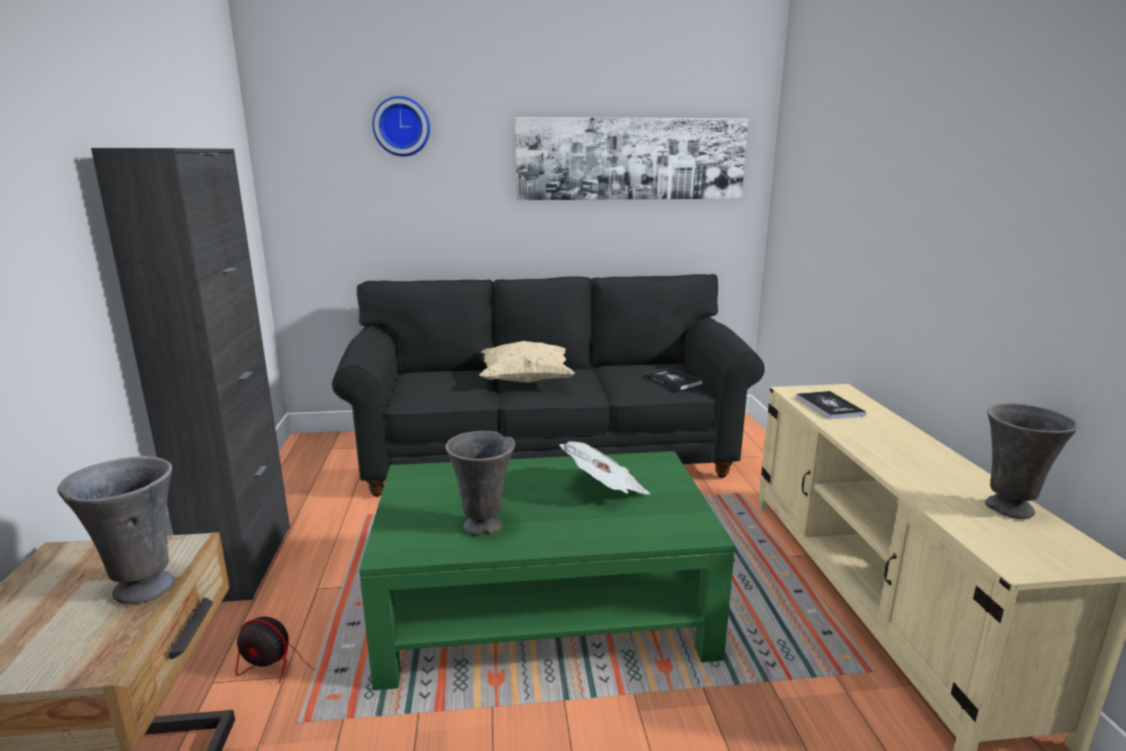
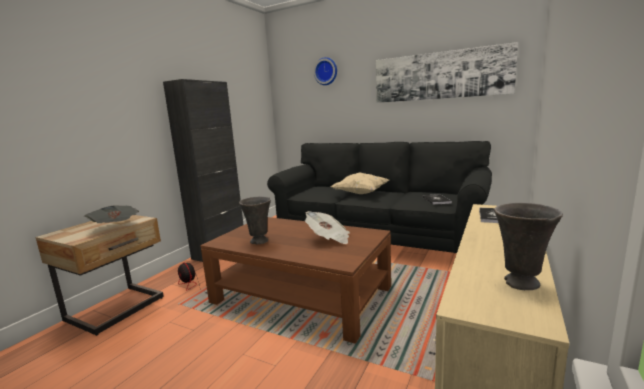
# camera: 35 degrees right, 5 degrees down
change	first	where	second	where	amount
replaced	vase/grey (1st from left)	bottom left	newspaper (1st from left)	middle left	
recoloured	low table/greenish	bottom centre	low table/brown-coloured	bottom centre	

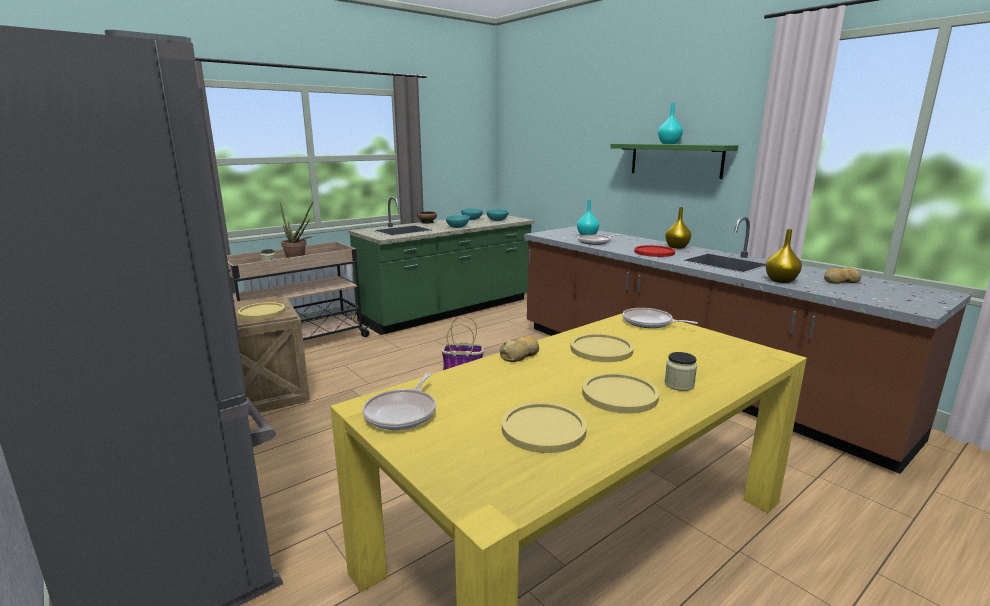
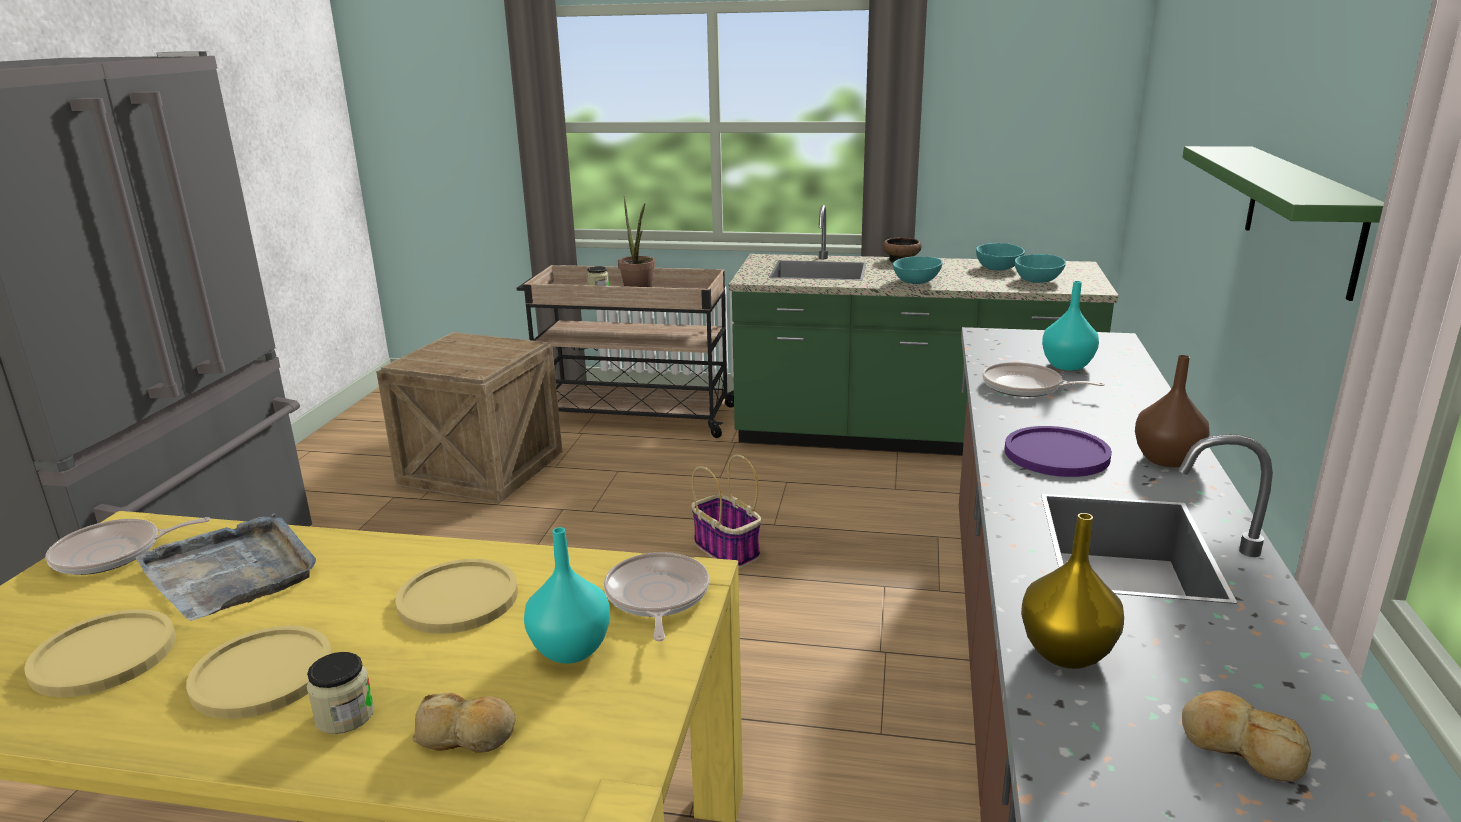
# camera: 50 degrees right, 5 degrees up
change	first	where	second	where	amount
added			tray/grey	bottom left	
moved	baked bread (1st from left)	centre		bottom left	
moved	vase/turquoise (2nd from left in the first image)	top right	vase/turquoise (1st from left)	bottom centre	
recoloured	flat dish/red-coloured	centre	flat dish/purple-coloured	middle right	
recoloured	vase/yellowish (1st from left)	middle right	vase/brown-coloured	middle right	
removed	flat dish/yellowish (1st from left)	middle left			

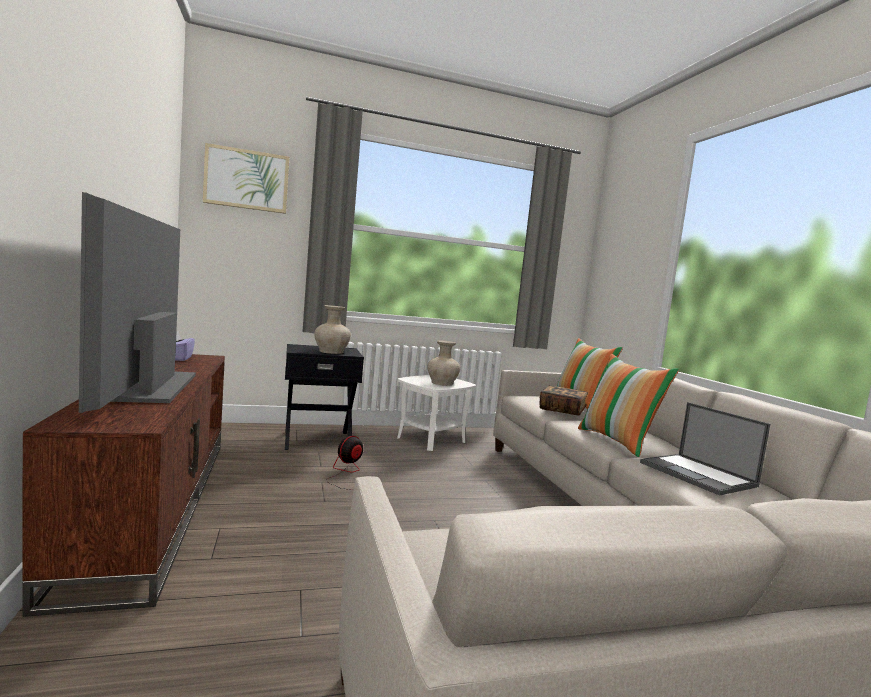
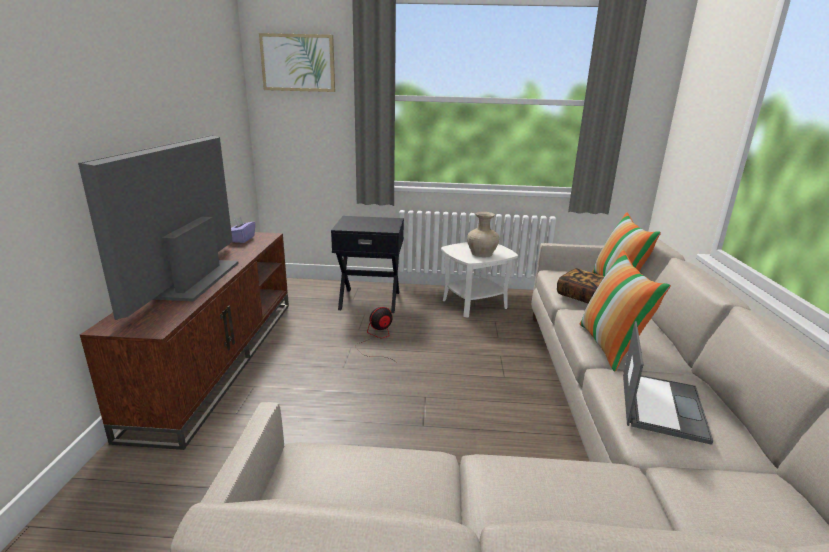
# camera: 20 degrees right, 15 degrees up
change	first	where	second	where	amount
turned	portable computer	middle right		bottom right	150 degrees counterclockwise
removed	vase/beige (1st from left)	centre			

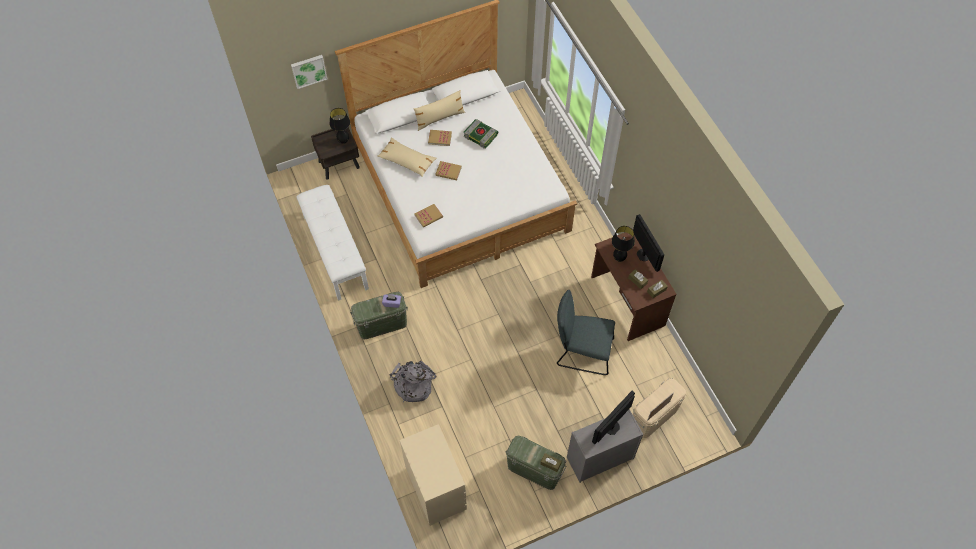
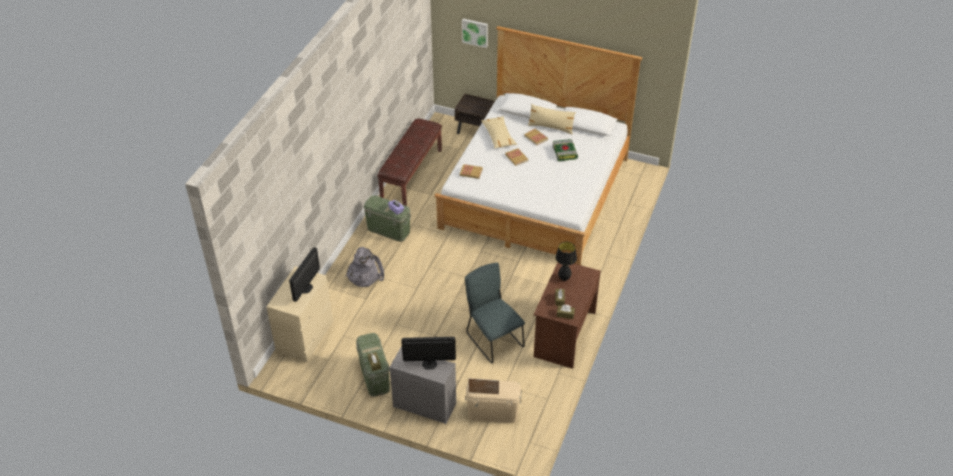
# camera: 45 degrees right, 15 degrees down
change	first	where	second	where	amount
moved	computer display (2nd from left in the first image)	centre	computer display (1st from left)	middle left	
recoloured	bench/white	centre	bench/brown-coloured	centre	
removed	lamp for a table/black (1st from left)	top centre			

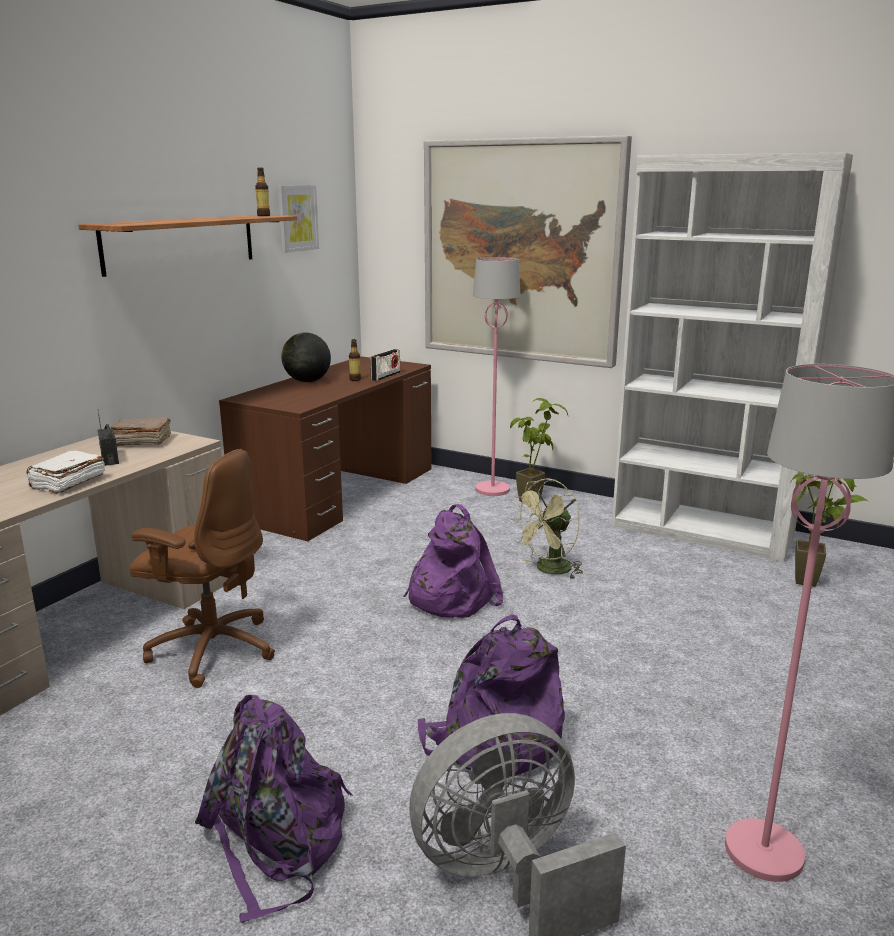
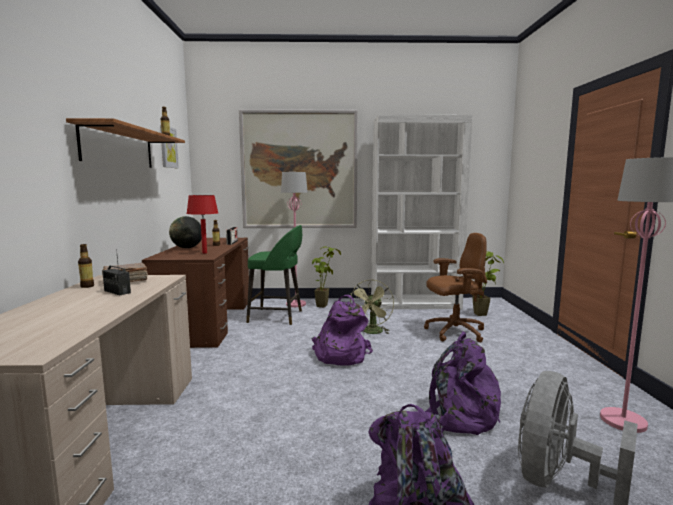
# camera: 30 degrees left, 10 degrees down
change	first	where	second	where	amount
added			drink bottle (1st from left)	middle left	
added			lamp for a table/red-coloured	middle left	
added			stool/greenish	centre	
moved	desk chair/brown-coloured	middle left		middle right	
removed	bound book/white	middle left			

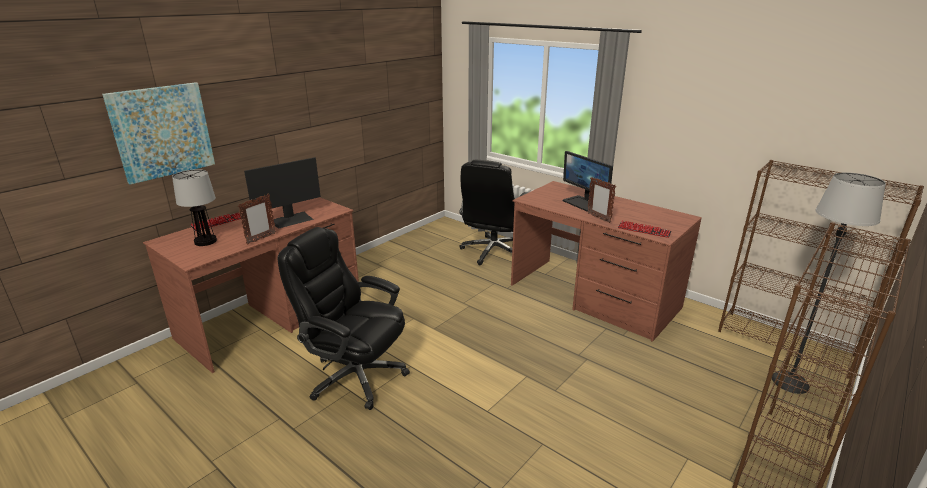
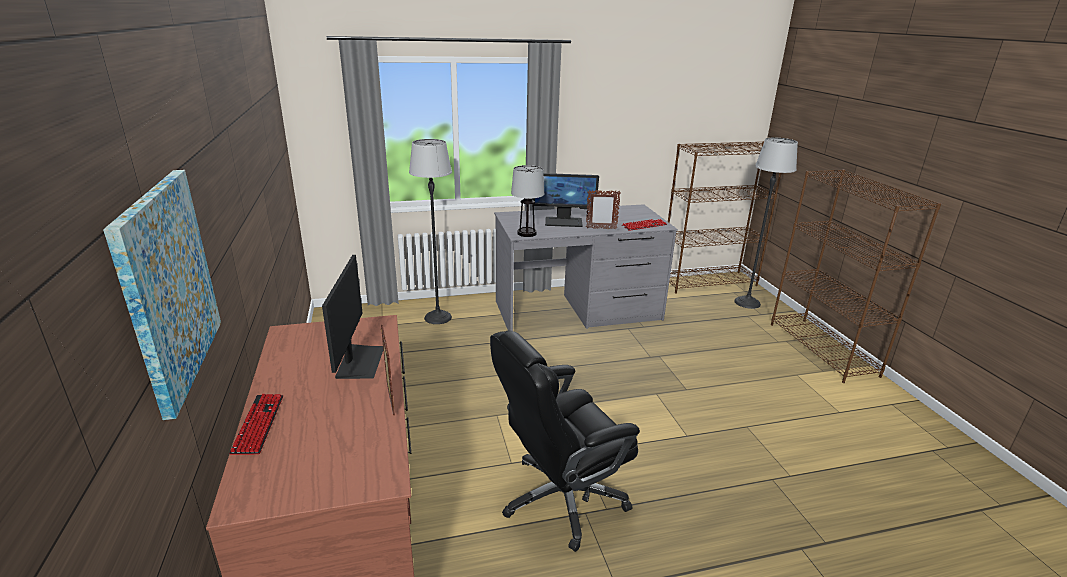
# camera: 55 degrees left, 0 degrees up
change	first	where	second	where	amount
replaced	desk chair/black (2nd from left)	centre	standing lamp (1st from left)	centre	
recoloured	desk/brown-coloured (2nd from left)	centre	desk/grey	centre	
moved	lamp for a table	middle left		centre	

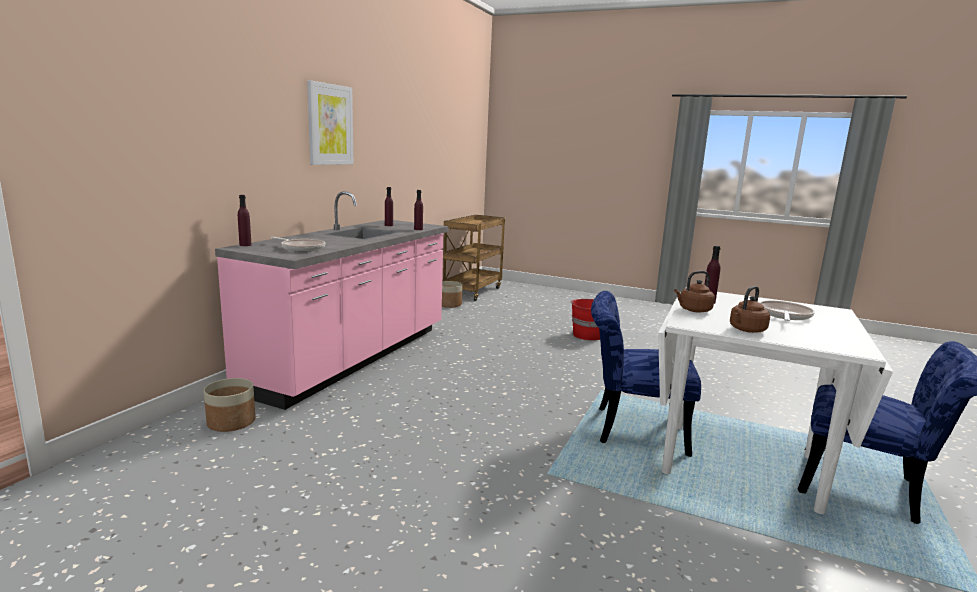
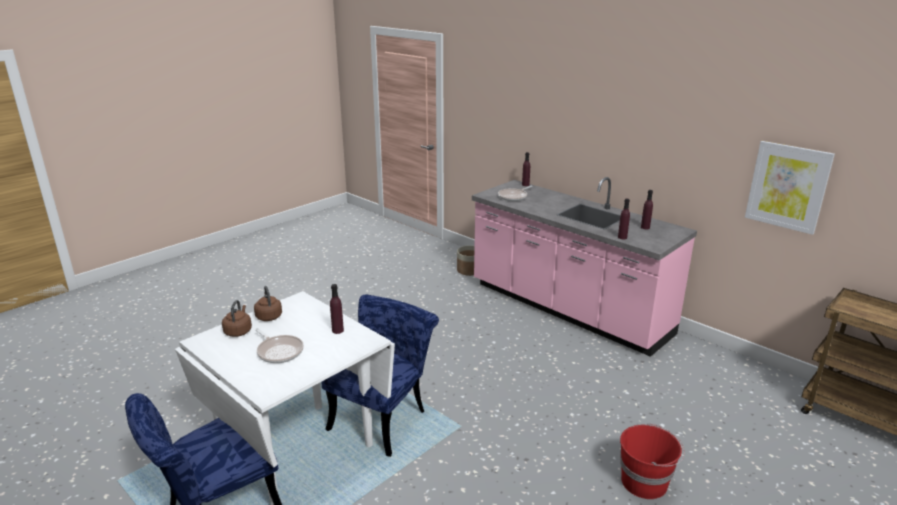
# camera: 110 degrees right, 10 degrees up
change	first	where	second	where	amount
moved	tea kettle/brown-coloured (1st from left)	middle right		middle left	
moved	wall art	top centre		middle right	
removed	plant pot (2nd from left)	centre			

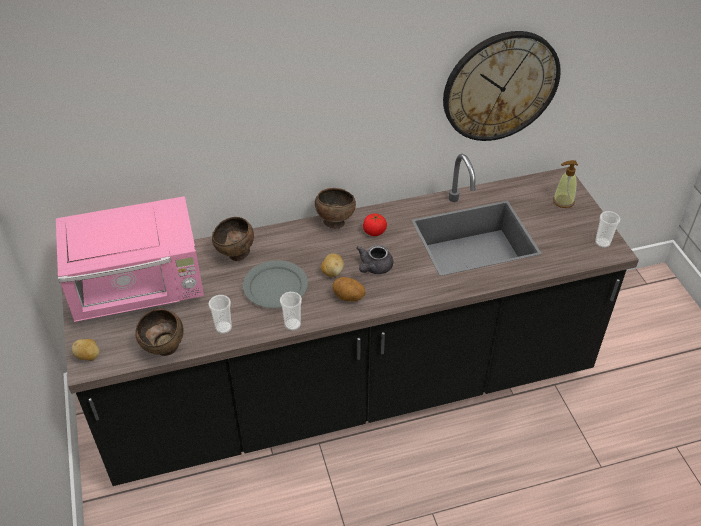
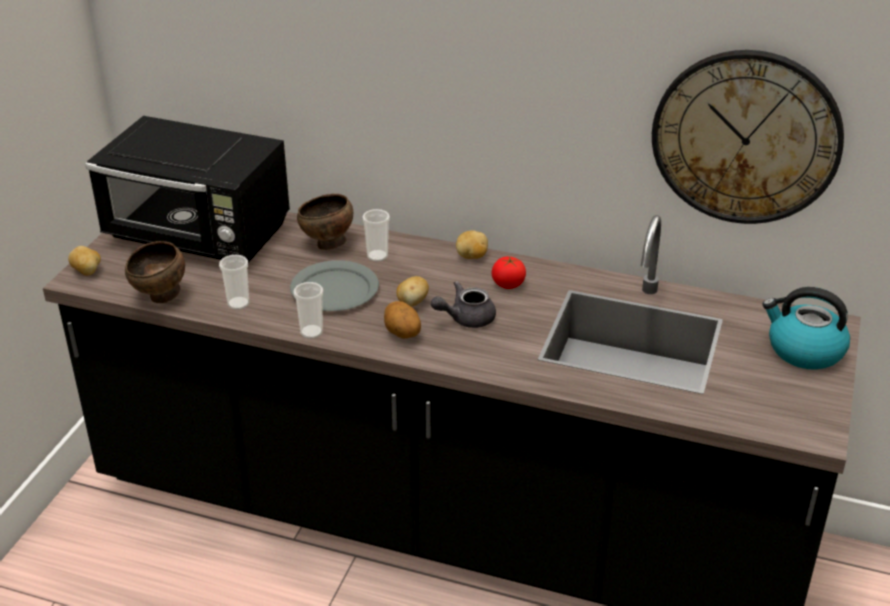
# camera: 35 degrees right, 10 degrees down
change	first	where	second	where	amount
recoloured	kitchen microwave/pinkish	middle left	kitchen microwave/black	top left	
moved	cup (3rd from left)	middle right		centre	
replaced	deep dish/brown-coloured (3rd from left)	centre	spud (4th from left)	centre	
replaced	soap bottle	middle right	tea kettle	middle right	

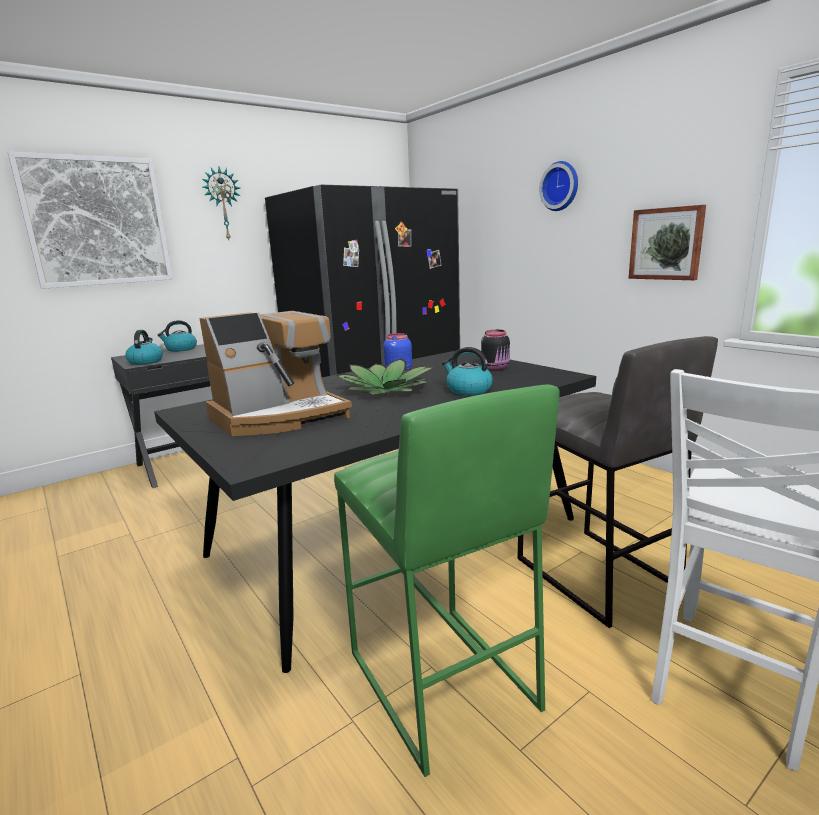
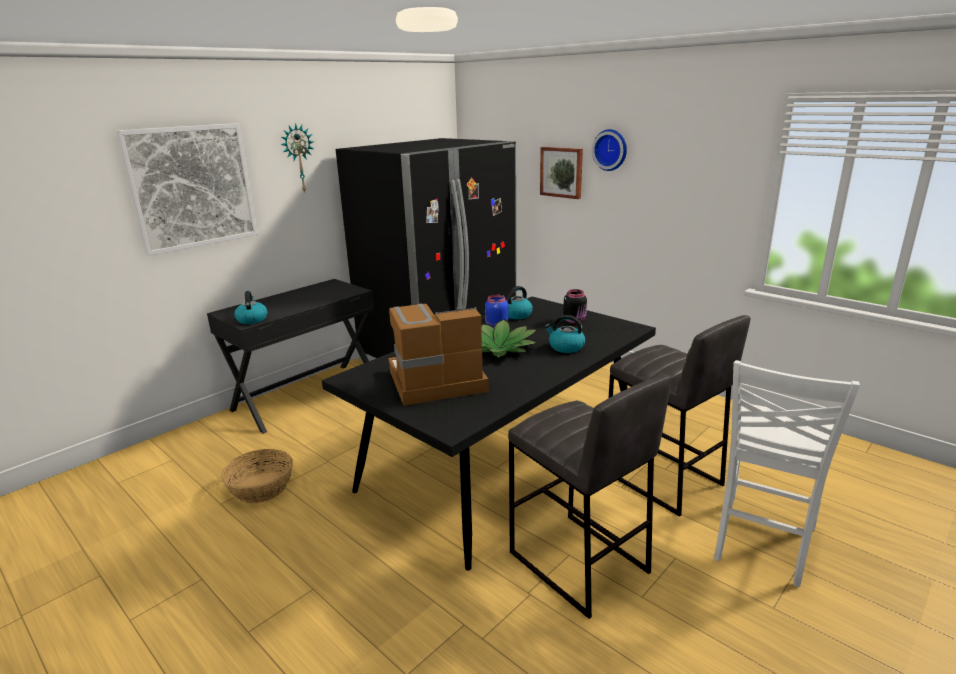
# camera: 10 degrees left, 5 degrees up
change	first	where	second	where	amount
added			storage basket	bottom left	
turned	coffee machine	centre		centre	150 degrees counterclockwise
moved	tea kettle (2nd from left)	middle left		centre	
recoloured	stool/greenish	bottom centre	stool/grey (1st from left)	bottom centre	
moved	wall art (2nd from left)	top right		top centre	

